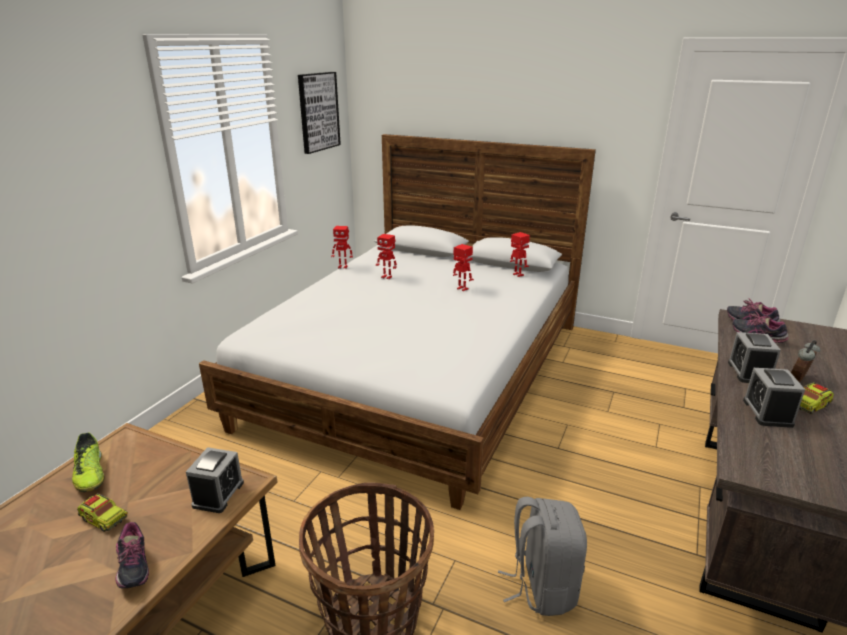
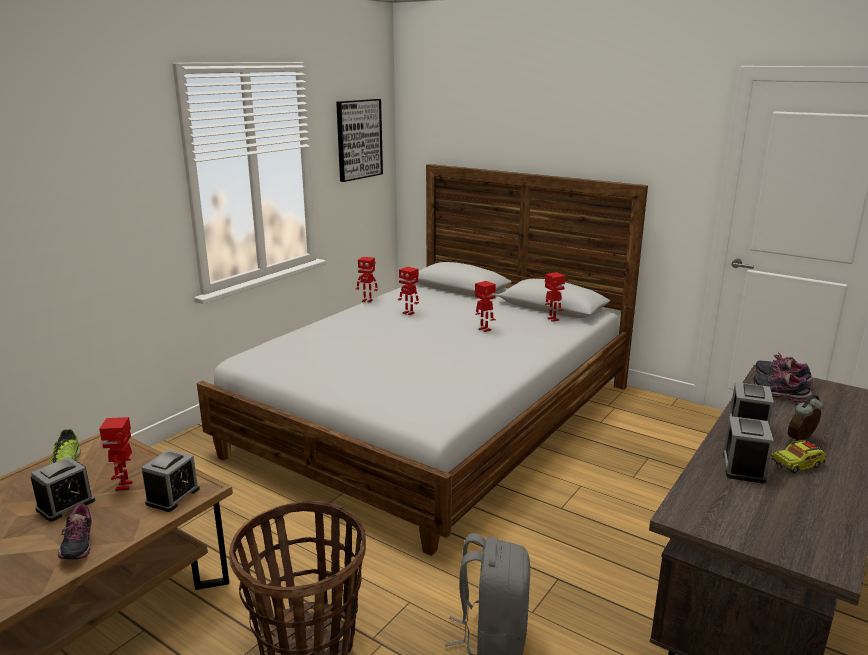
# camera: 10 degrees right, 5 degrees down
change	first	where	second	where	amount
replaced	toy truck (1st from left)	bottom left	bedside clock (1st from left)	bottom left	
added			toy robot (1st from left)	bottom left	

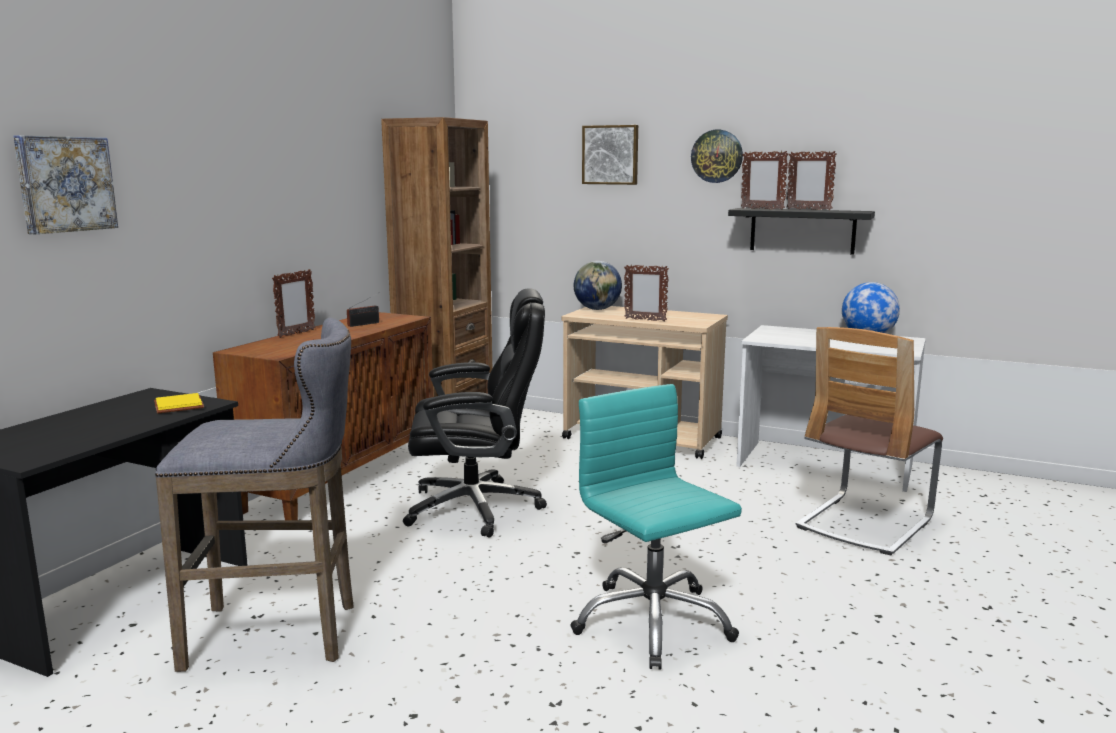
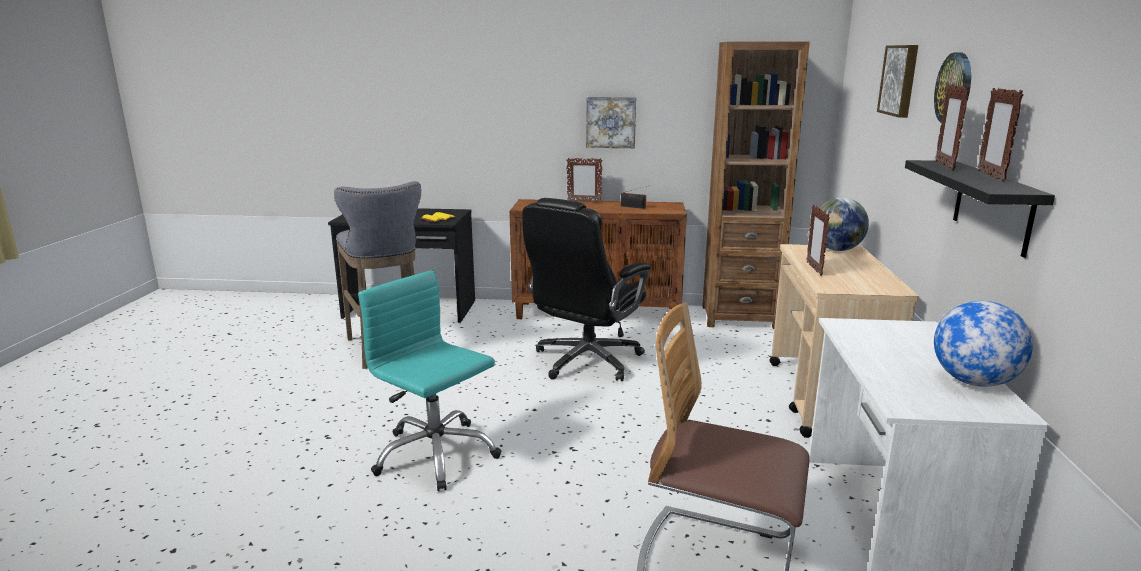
# camera: 70 degrees right, 5 degrees up
change	first	where	second	where	amount
turned	desk chair/turquoise	bottom centre		centre	90 degrees counterclockwise
turned	desk chair/black	centre		centre	60 degrees clockwise
moved	wall art (1st from left)	top left		top centre	

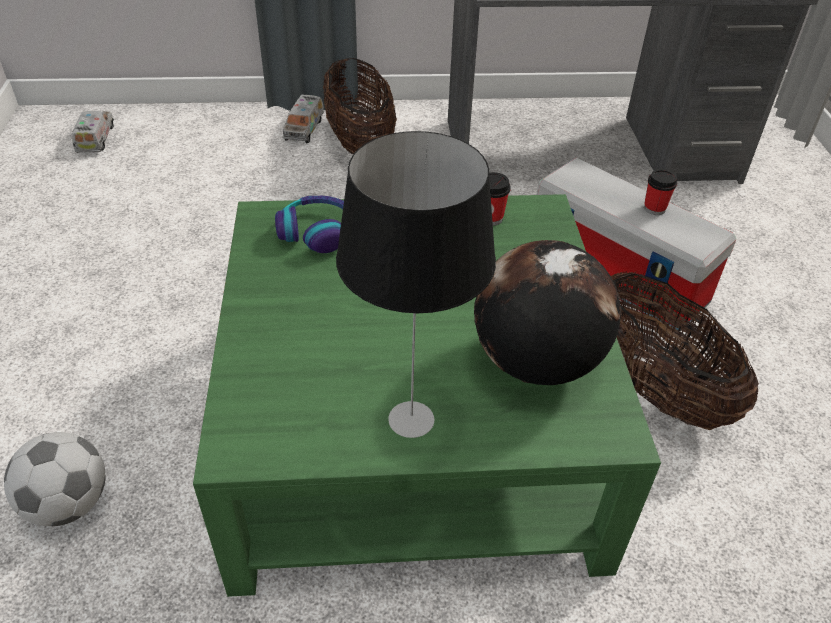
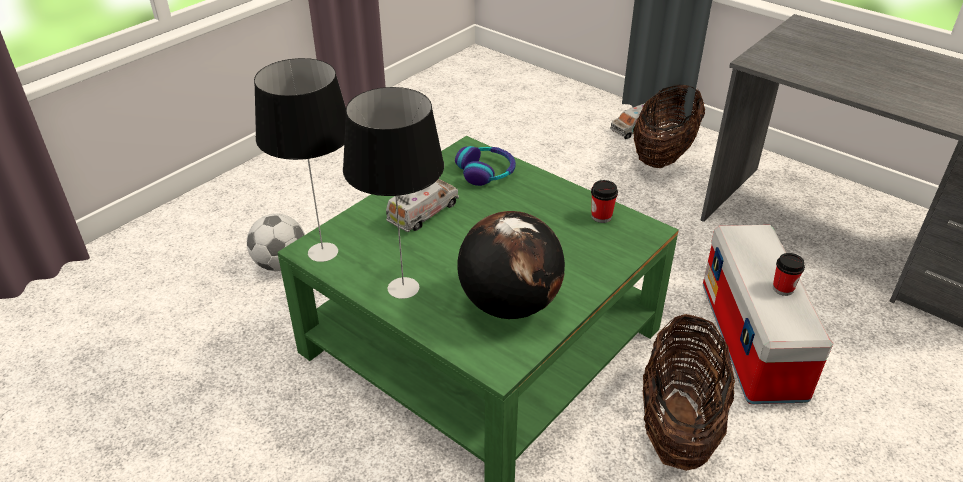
# camera: 45 degrees right, 5 degrees down
change	first	where	second	where	amount
added			lamp for a table (1st from left)	top left	
moved	toy truck (1st from left)	top left		centre	

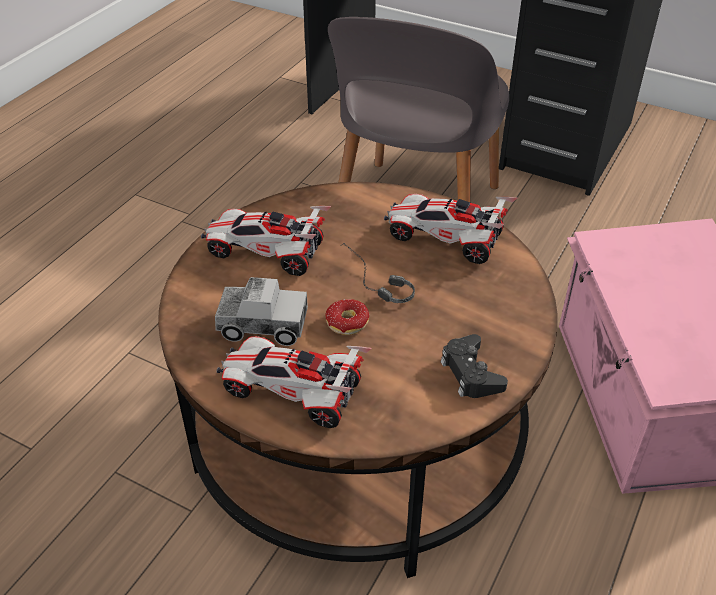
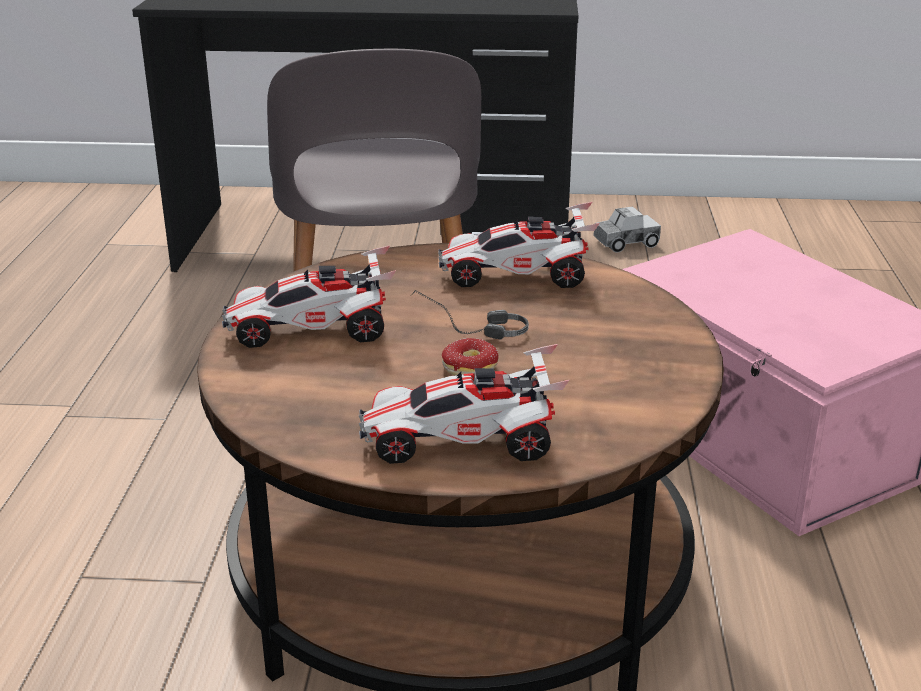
# camera: 25 degrees left, 15 degrees down
change	first	where	second	where	amount
moved	toy truck	centre		top right	
removed	game controller/black	centre			

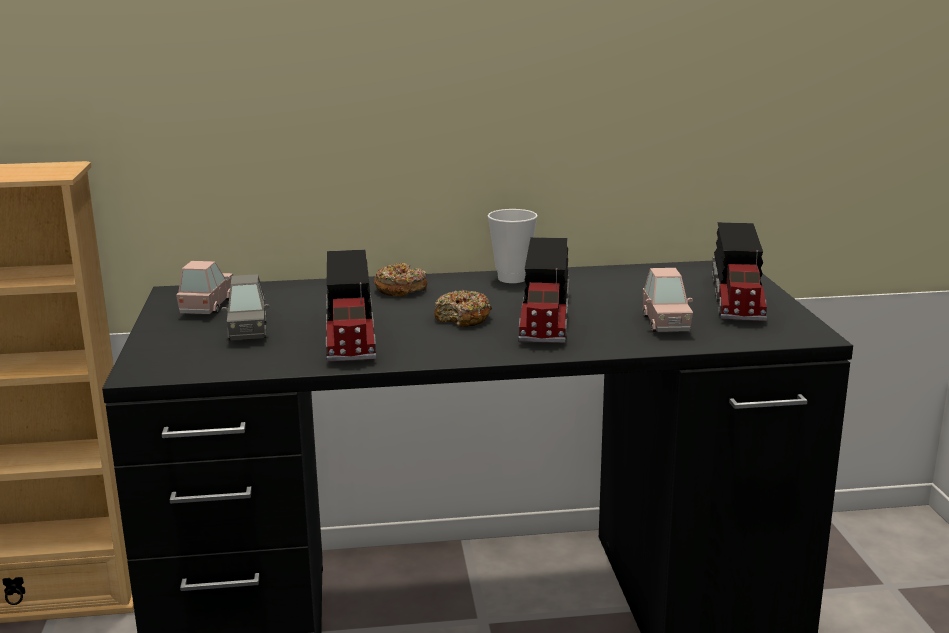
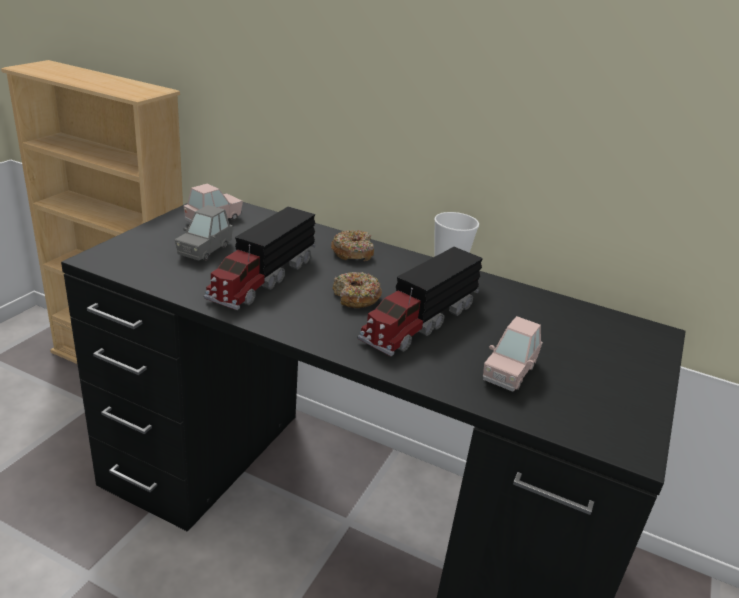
# camera: 30 degrees right, 10 degrees up
change	first	where	second	where	amount
removed	toy truck (3rd from left)	middle right			

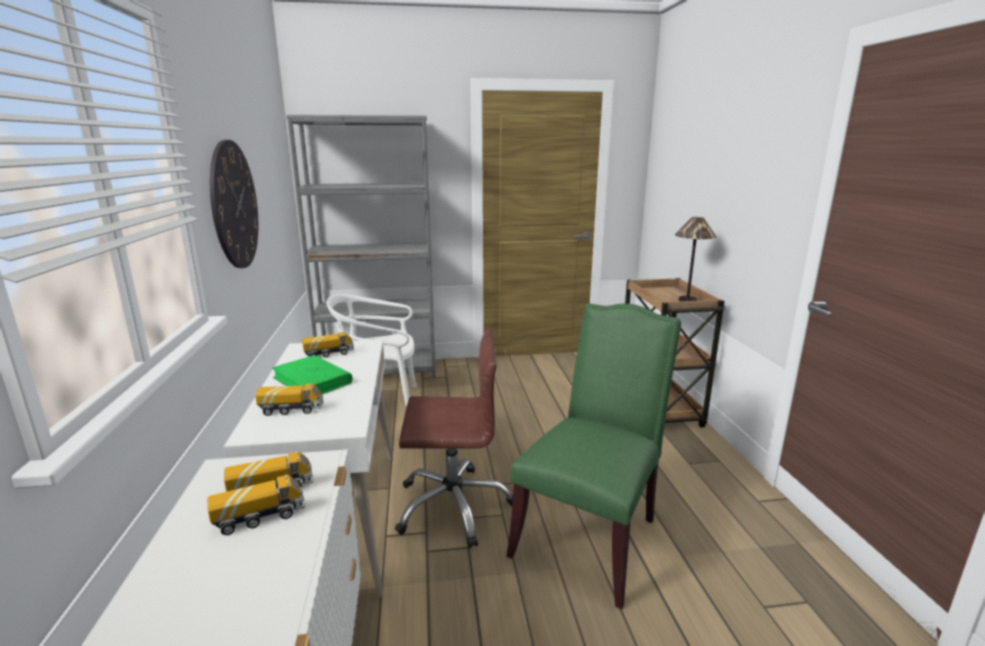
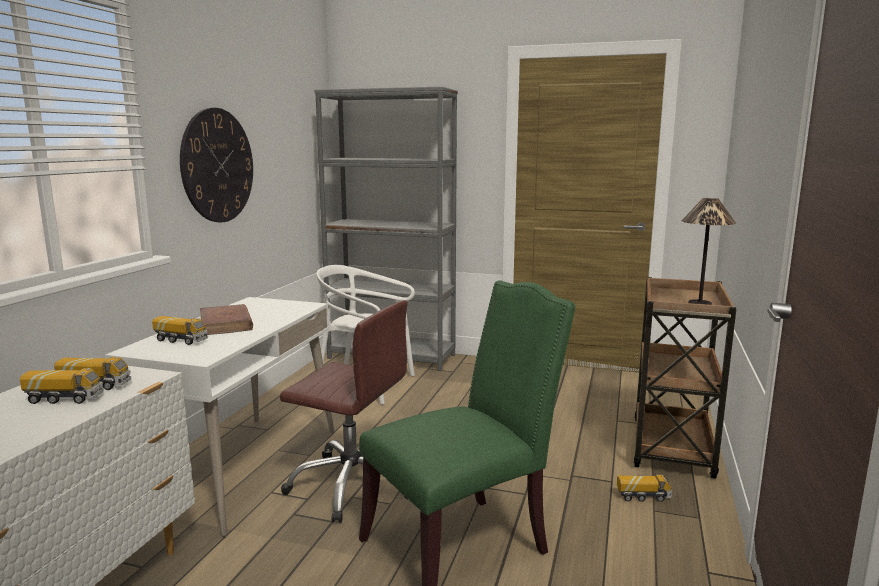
# camera: 25 degrees right, 5 degrees down
change	first	where	second	where	amount
recoloured	bound book/greenish	middle left	bound book/brown-coloured	middle left	
moved	toy truck (4th from left)	middle left		bottom right	

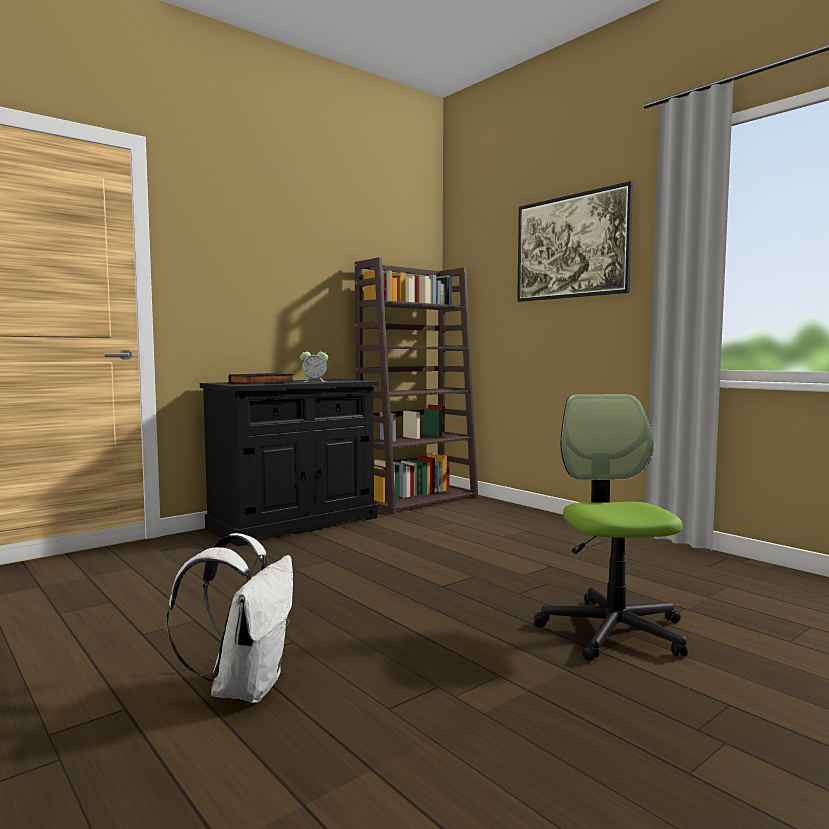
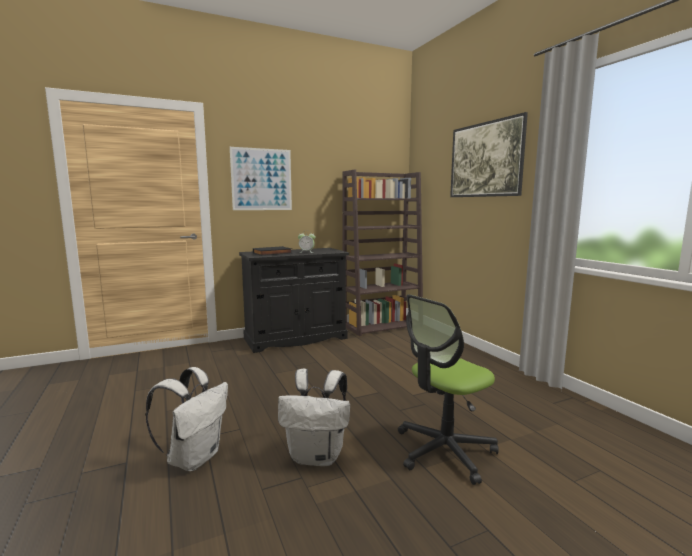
# camera: 15 degrees right, 5 degrees up
change	first	where	second	where	amount
added			wall art (1st from left)	top centre	
added			rucksack/white (2nd from left)	bottom centre	
turned	desk chair	middle right		bottom centre	135 degrees counterclockwise

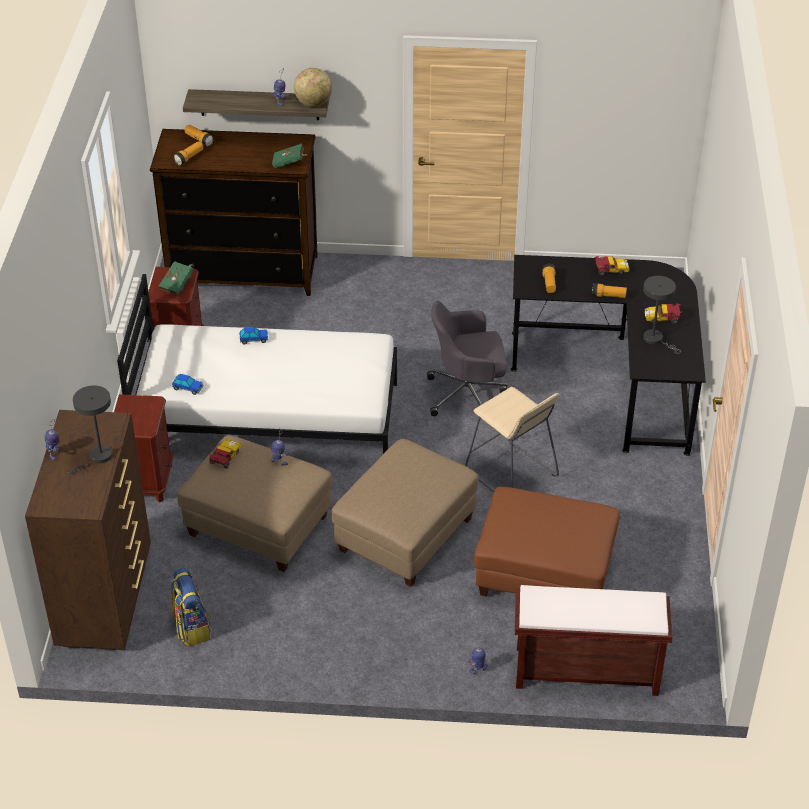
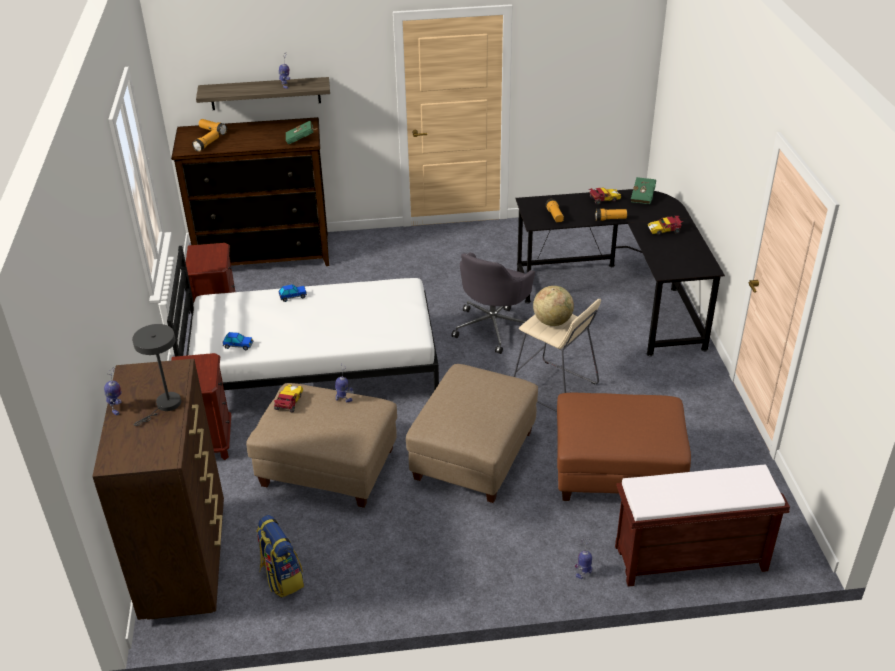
# camera: 10 degrees left, 5 degrees down
change	first	where	second	where	amount
turned	desk chair/grey	centre		centre	45 degrees counterclockwise
moved	globe	top centre		centre	
moved	bound book/greenish (1st from left in the first image)	middle left	bound book/greenish (2nd from left)	top right	
removed	lamp for a table/grey (2nd from left)	middle right			

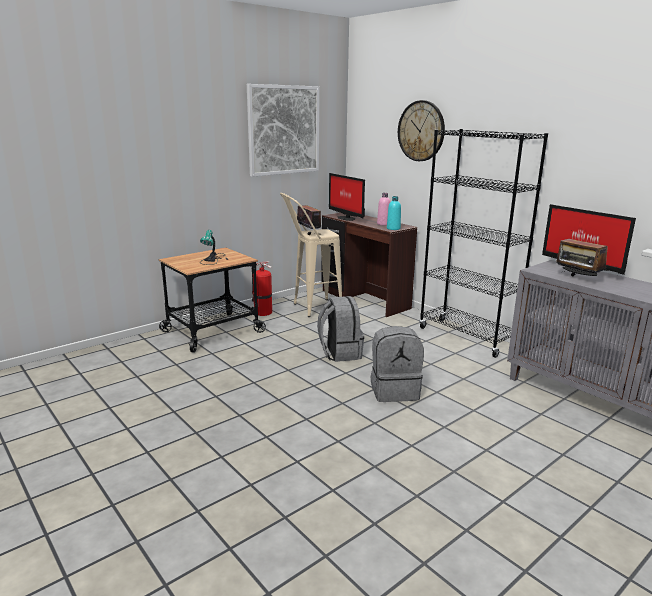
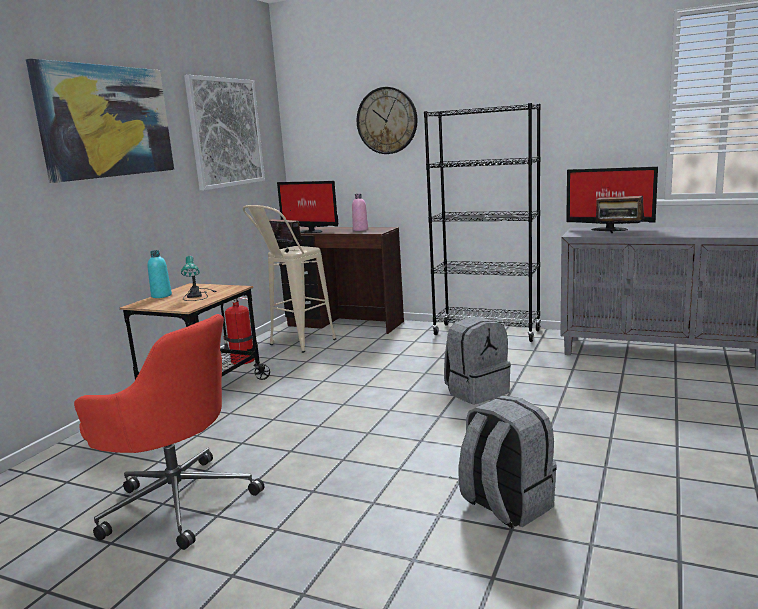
# camera: 25 degrees left, 5 degrees down
change	first	where	second	where	amount
added			wall art (1st from left)	top left	
added			desk chair/red-coloured	bottom left	
moved	drink bottle/turquoise	centre		middle left	
moved	rucksack/grey (1st from left in the first image)	centre	rucksack/grey (2nd from left)	bottom right	

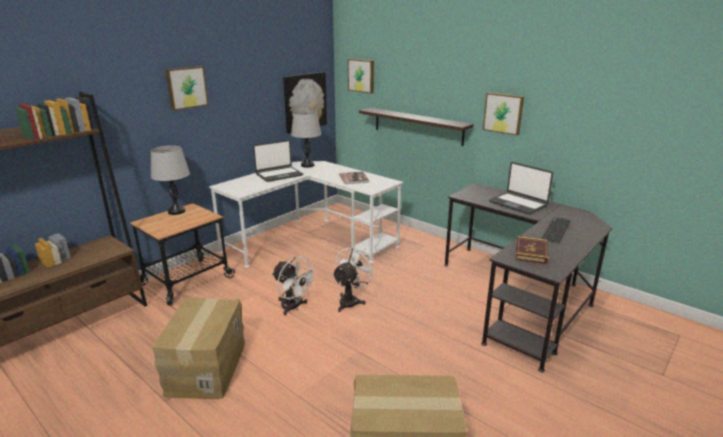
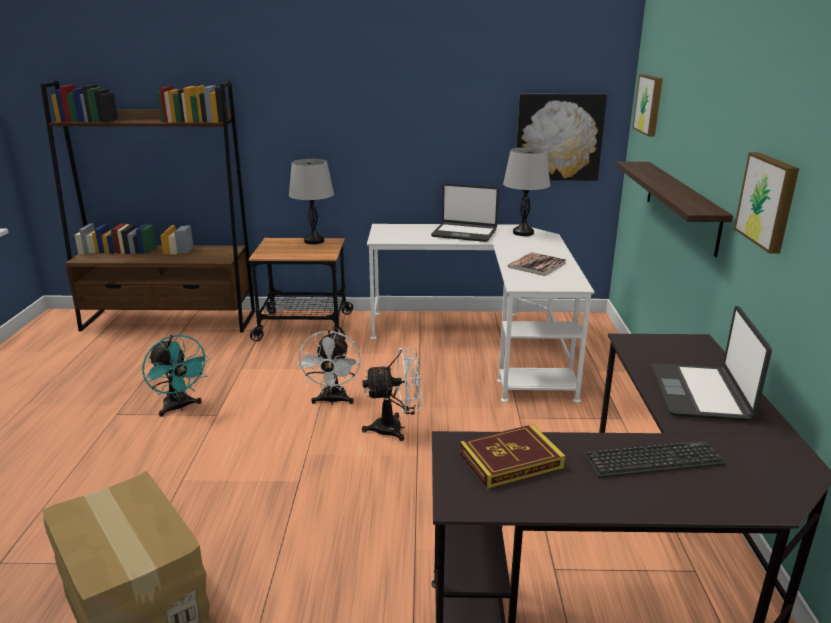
# camera: 50 degrees right, 0 degrees up
change	first	where	second	where	amount
replaced	cardboard box (1st from left)	bottom left	electric fan/turquoise	middle left	
removed	wall art (1st from left)	top left			

